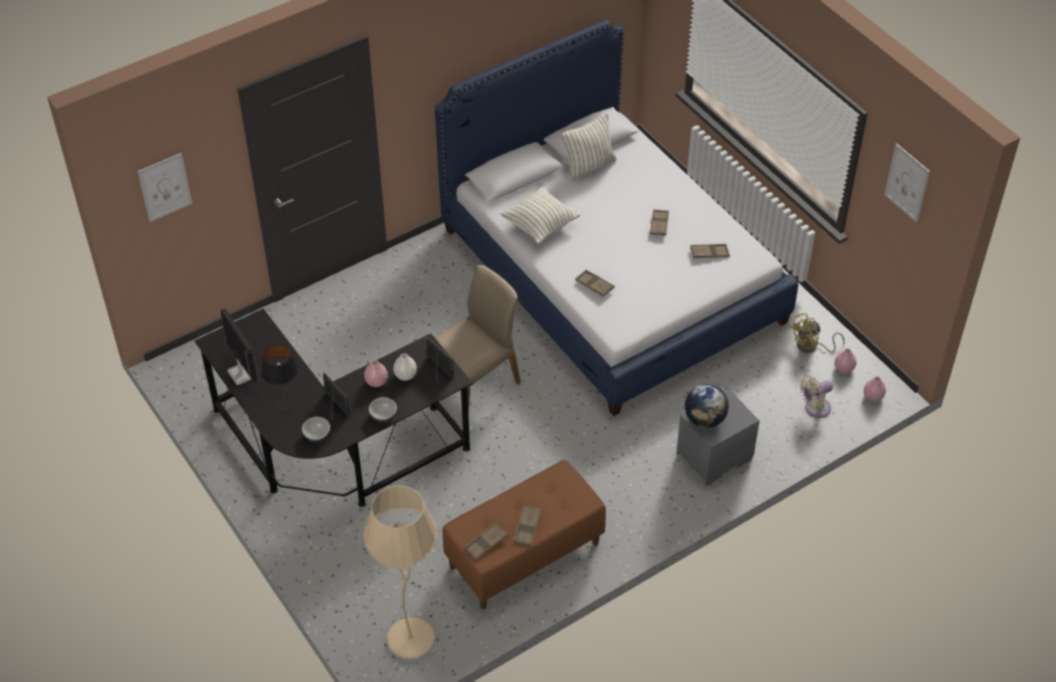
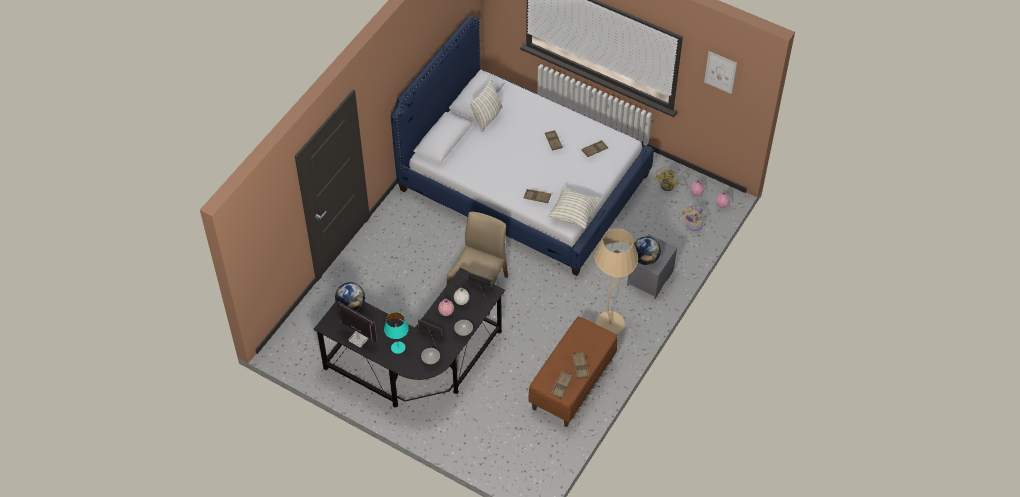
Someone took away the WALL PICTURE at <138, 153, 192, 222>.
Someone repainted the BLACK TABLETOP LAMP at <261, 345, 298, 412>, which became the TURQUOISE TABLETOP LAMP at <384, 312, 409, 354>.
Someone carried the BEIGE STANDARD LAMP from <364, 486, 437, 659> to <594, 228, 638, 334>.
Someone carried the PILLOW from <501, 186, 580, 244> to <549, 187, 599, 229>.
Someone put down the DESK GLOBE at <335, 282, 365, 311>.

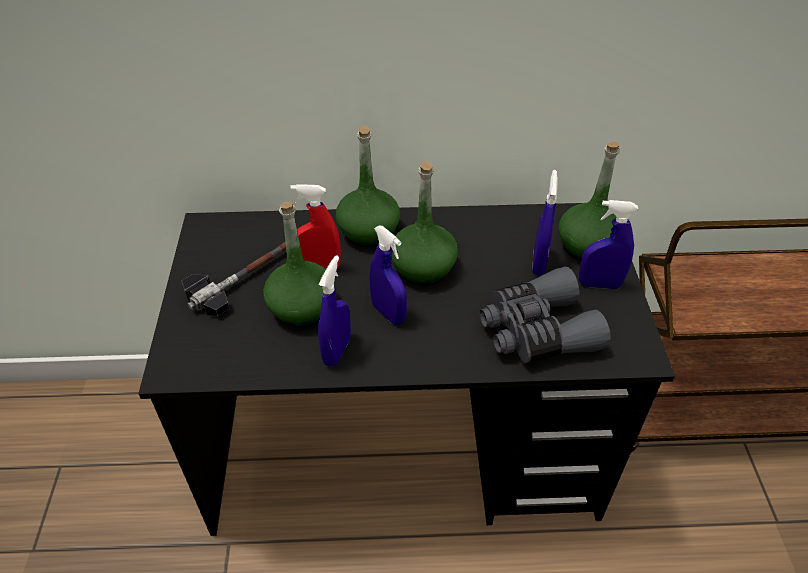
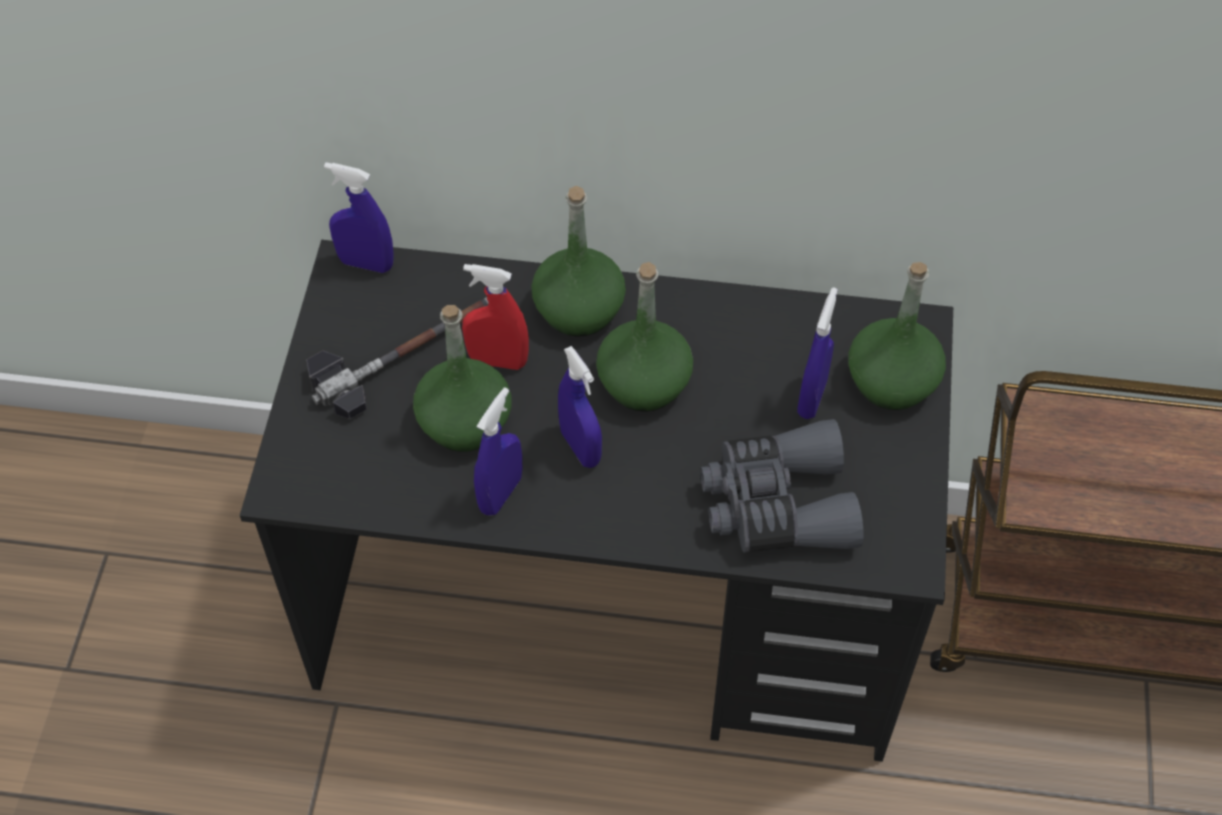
Someone carried the BLUE-COLOURED HAND SPRAYER from <579, 200, 638, 289> to <324, 162, 394, 273>.

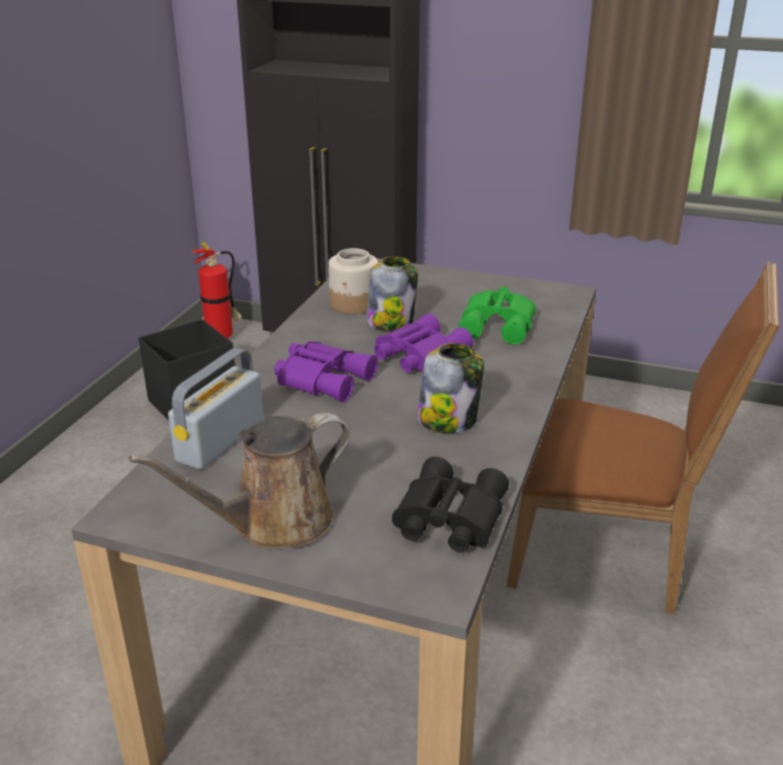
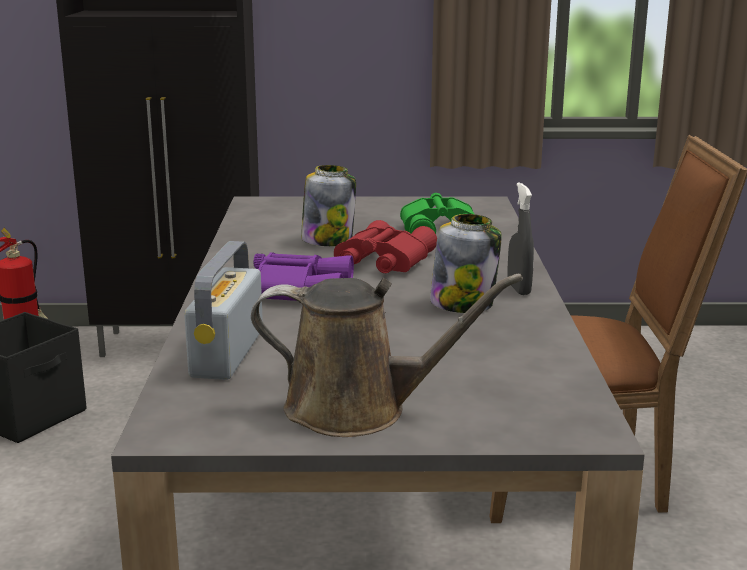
Someone rotated the BROWNISH WATERING POT at <129, 413, 350, 549> by 120 degrees counterclockwise.
Someone took away the JAR at <328, 248, 378, 314>.
Someone repainted the PURPLE FIELD GLASSES at <375, 313, 473, 373>, which became the RED-COLOURED FIELD GLASSES at <334, 220, 437, 273>.
Someone took away the BLACK FIELD GLASSES at <392, 457, 509, 552>.
Someone put down the GREYISH HAND SPRAYER at <507, 183, 534, 295>.

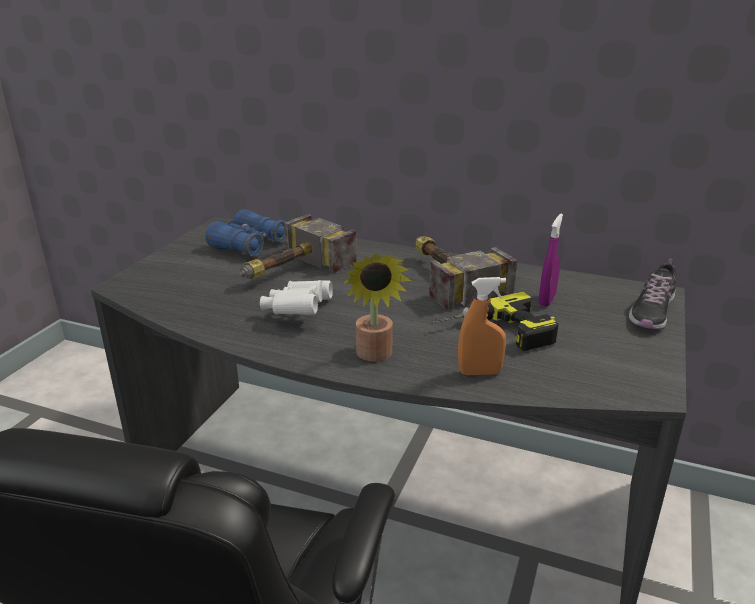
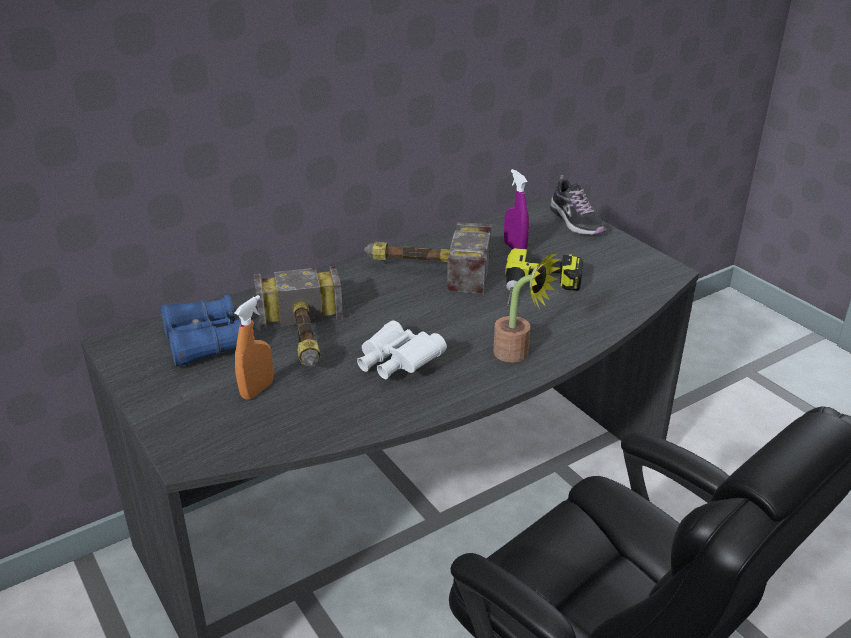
Someone carried the ORANGEY HAND SPRAYER from <458, 277, 506, 375> to <234, 295, 273, 400>.

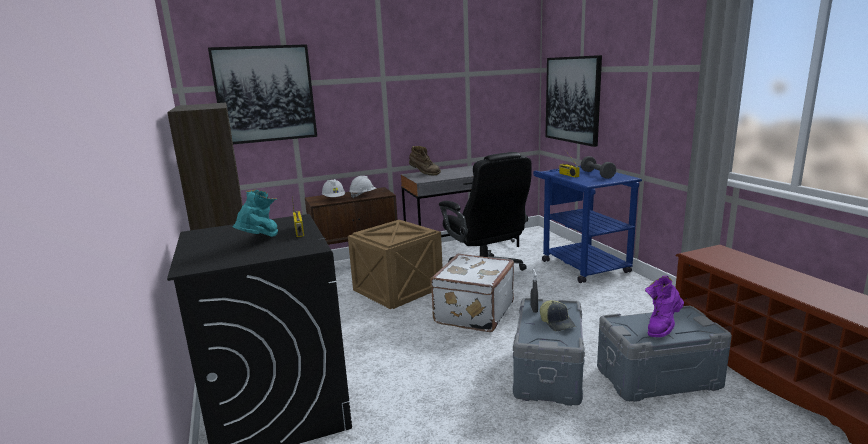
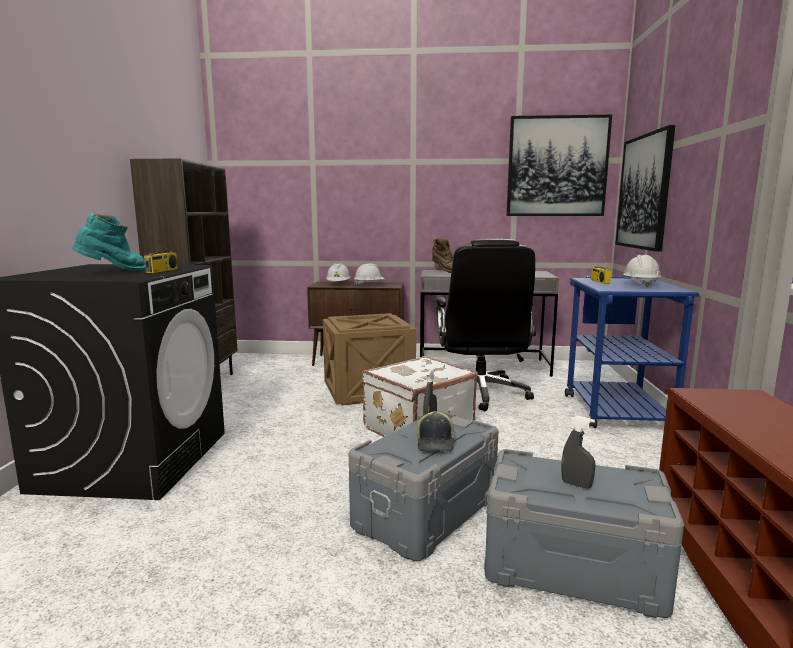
Someone carried the WALL PICTURE from <208, 44, 317, 144> to <507, 115, 612, 216>.
Someone swapped the GREYISH HAND WEIGHT at <581, 156, 616, 179> for the WHITE-COLOURED WORK HELMET at <623, 255, 661, 287>.
Someone swapped the PURPLE TALL BOOT at <645, 276, 684, 337> for the GREYISH HAND SPRAYER at <561, 416, 595, 488>.

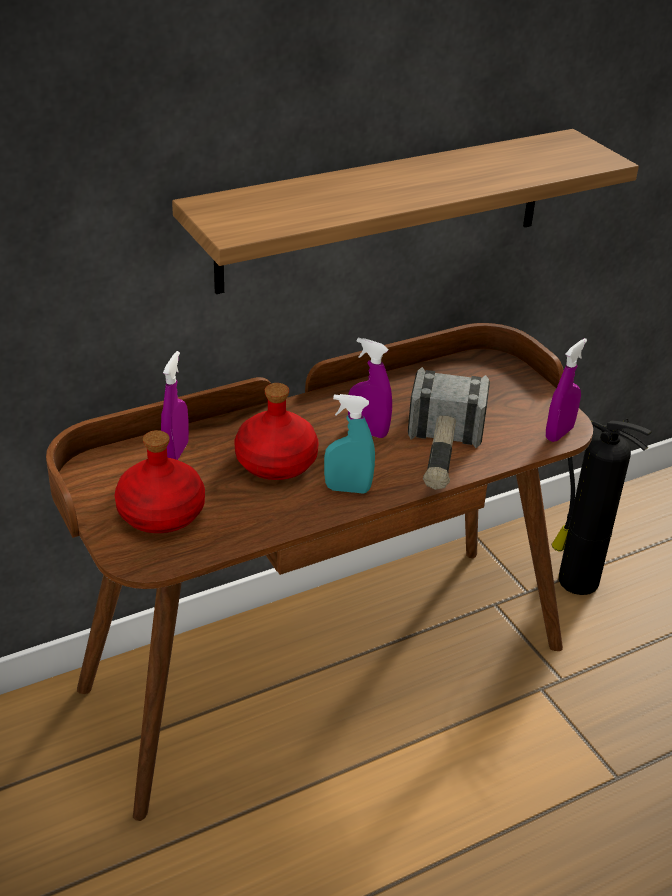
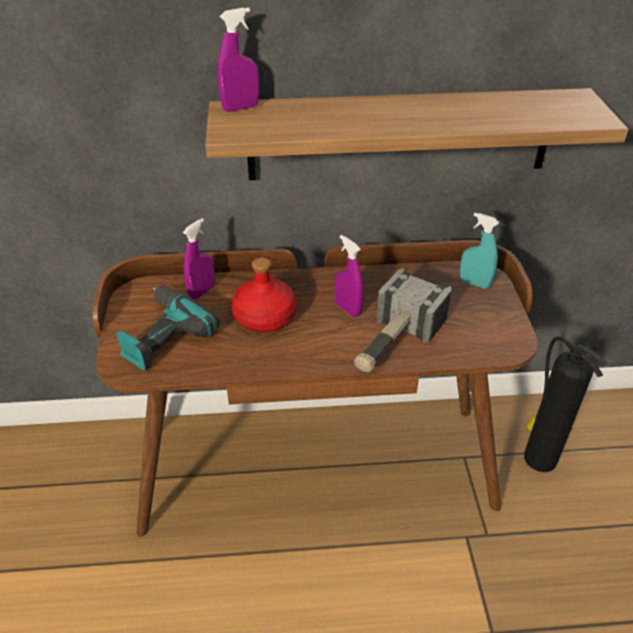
Someone swapped the RED-COLOURED BEVERAGE BOTTLE at <115, 430, 205, 533> for the POWER DRILL at <115, 285, 220, 371>.
Someone carried the TURQUOISE HAND SPRAYER from <324, 394, 375, 494> to <460, 213, 499, 289>.
Someone carried the PURPLE HAND SPRAYER from <546, 338, 587, 442> to <217, 7, 259, 112>.

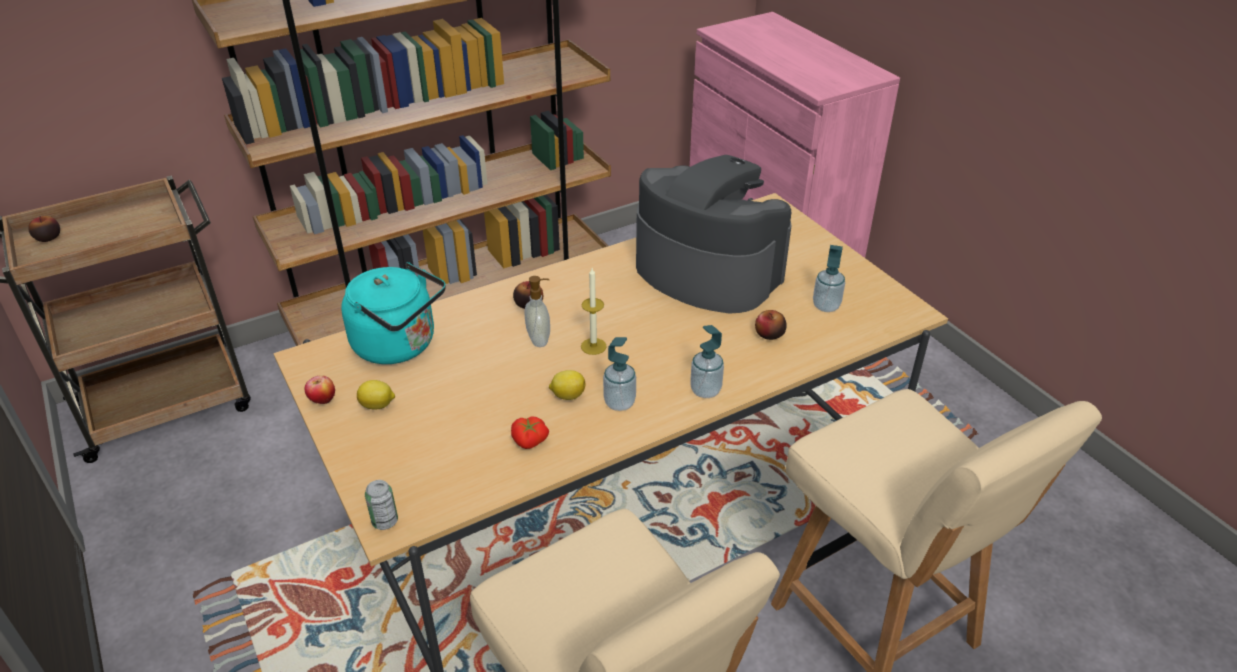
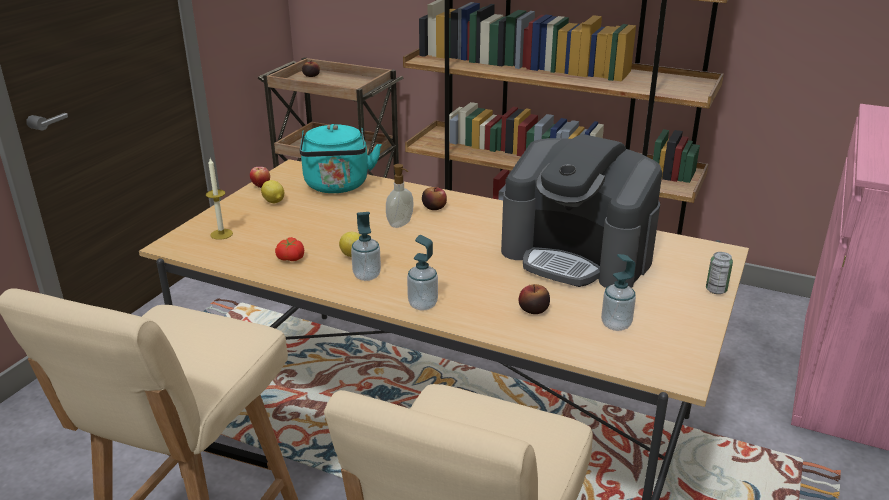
Someone carried the CAN from <365, 480, 398, 530> to <706, 252, 733, 294>.
Someone carried the WAX LIGHT from <581, 268, 607, 355> to <206, 158, 233, 240>.
Someone rotated the COFFEE MAKER at <636, 155, 792, 314> by 120 degrees clockwise.

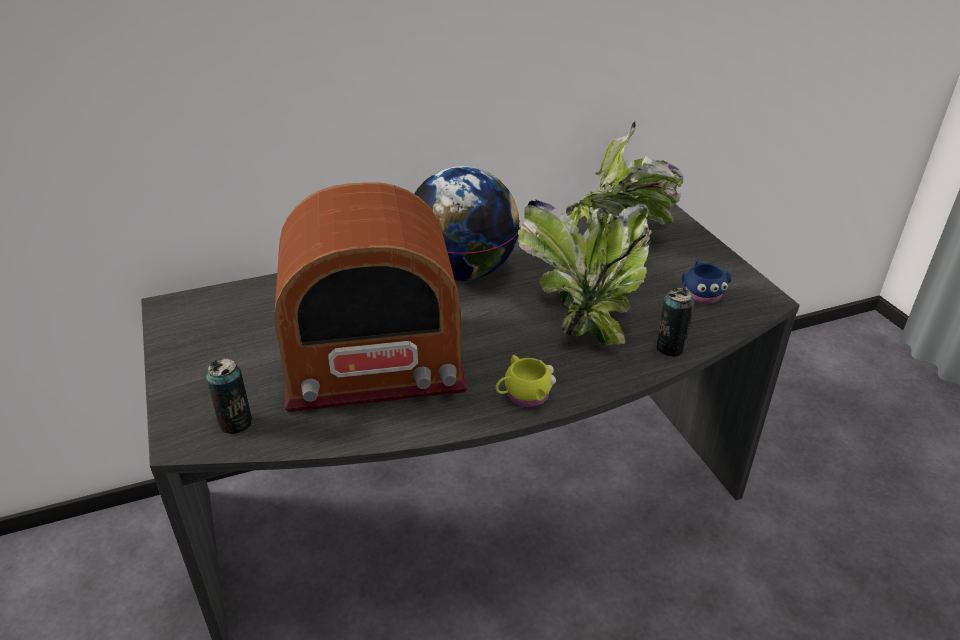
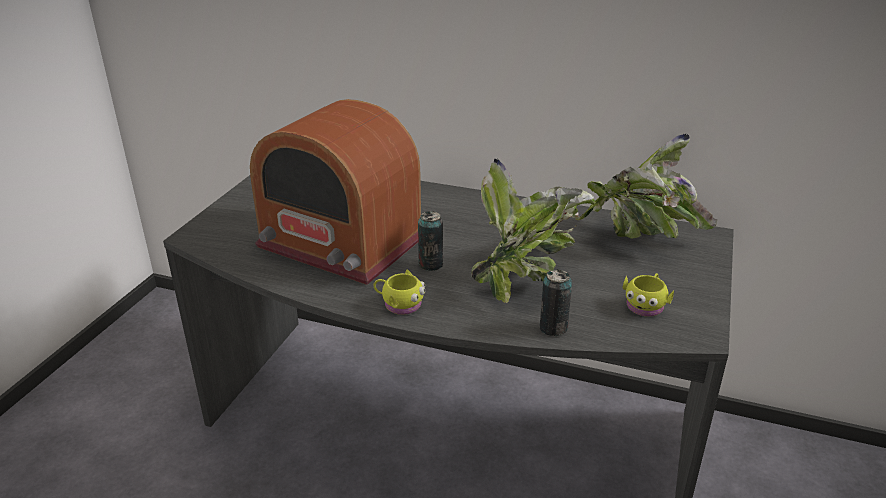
Someone carried the CAN from <206, 358, 252, 434> to <418, 211, 443, 271>.
Someone took away the DESK GLOBE at <414, 166, 520, 281>.
Someone repainted the BLUE-COLOURED MUG at <682, 260, 731, 304>, which became the YELLOW MUG at <623, 273, 674, 317>.

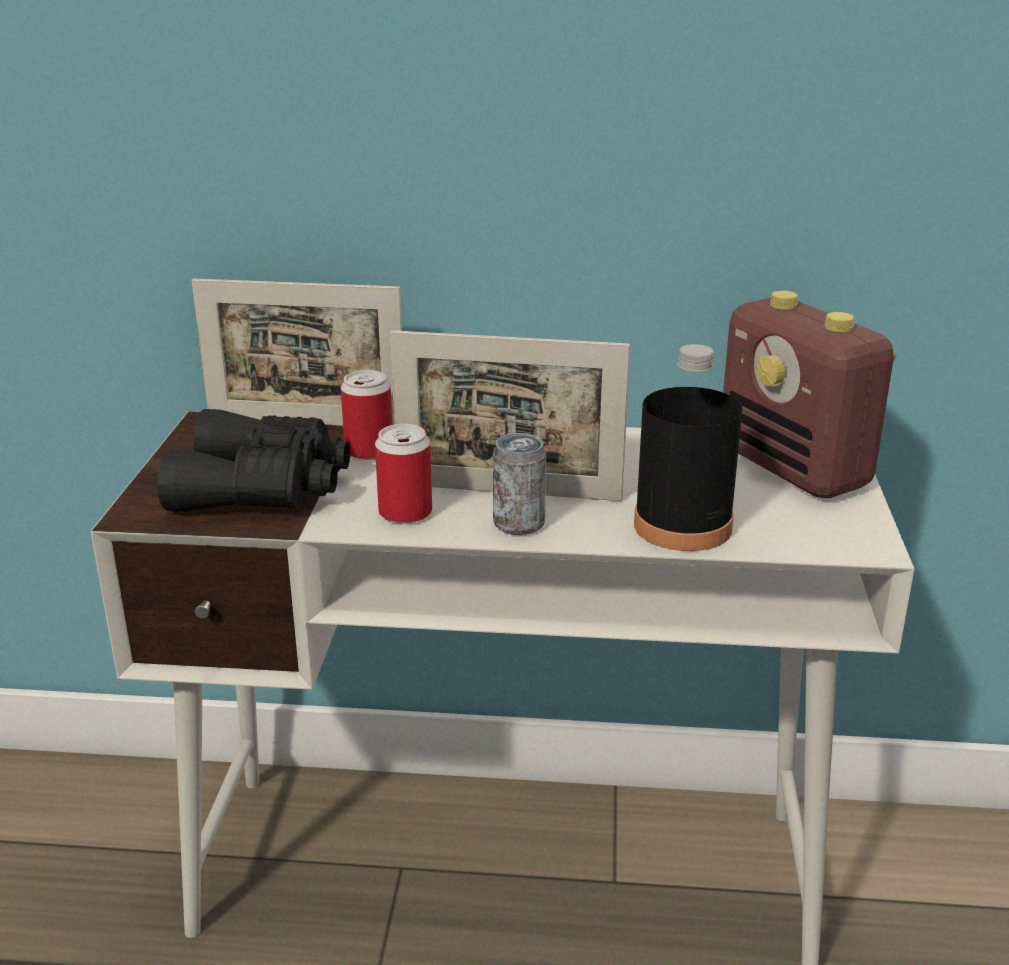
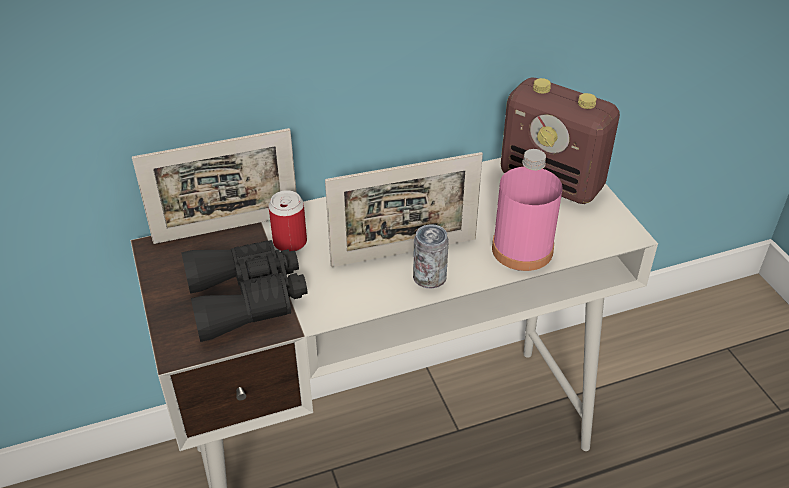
Someone took away the CAN at <375, 424, 432, 524>.
Someone repainted the BLACK BEVERAGE BOTTLE at <634, 344, 743, 551>, which became the PINKISH BEVERAGE BOTTLE at <492, 149, 563, 271>.

